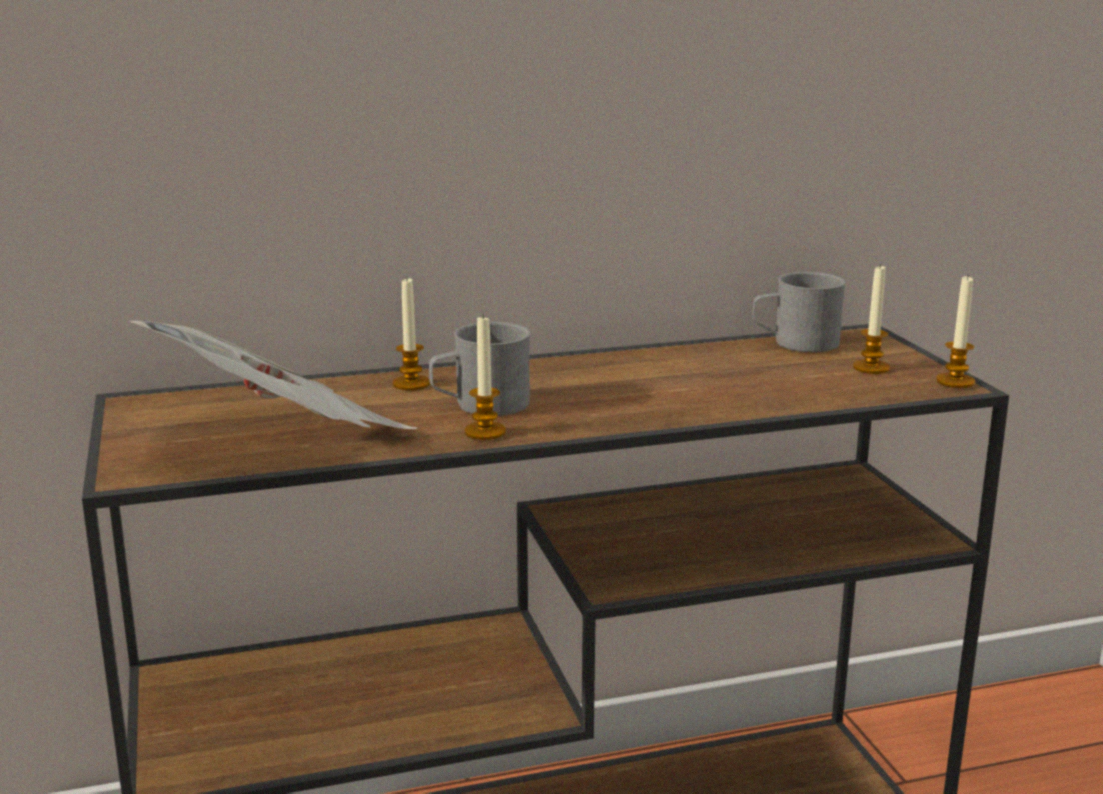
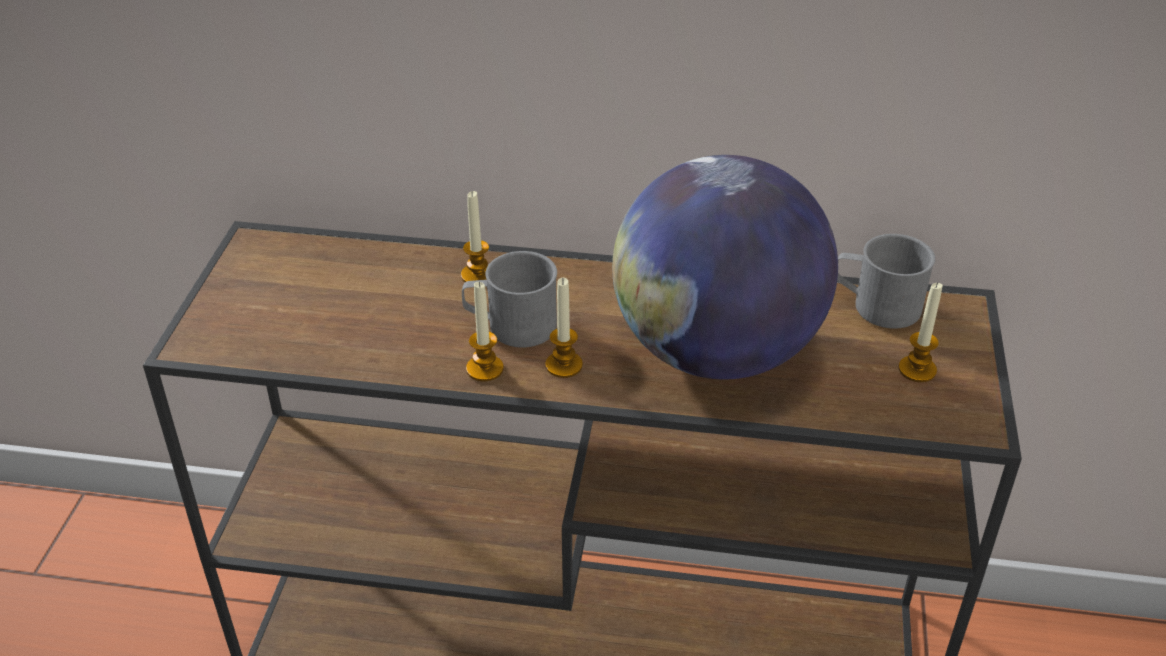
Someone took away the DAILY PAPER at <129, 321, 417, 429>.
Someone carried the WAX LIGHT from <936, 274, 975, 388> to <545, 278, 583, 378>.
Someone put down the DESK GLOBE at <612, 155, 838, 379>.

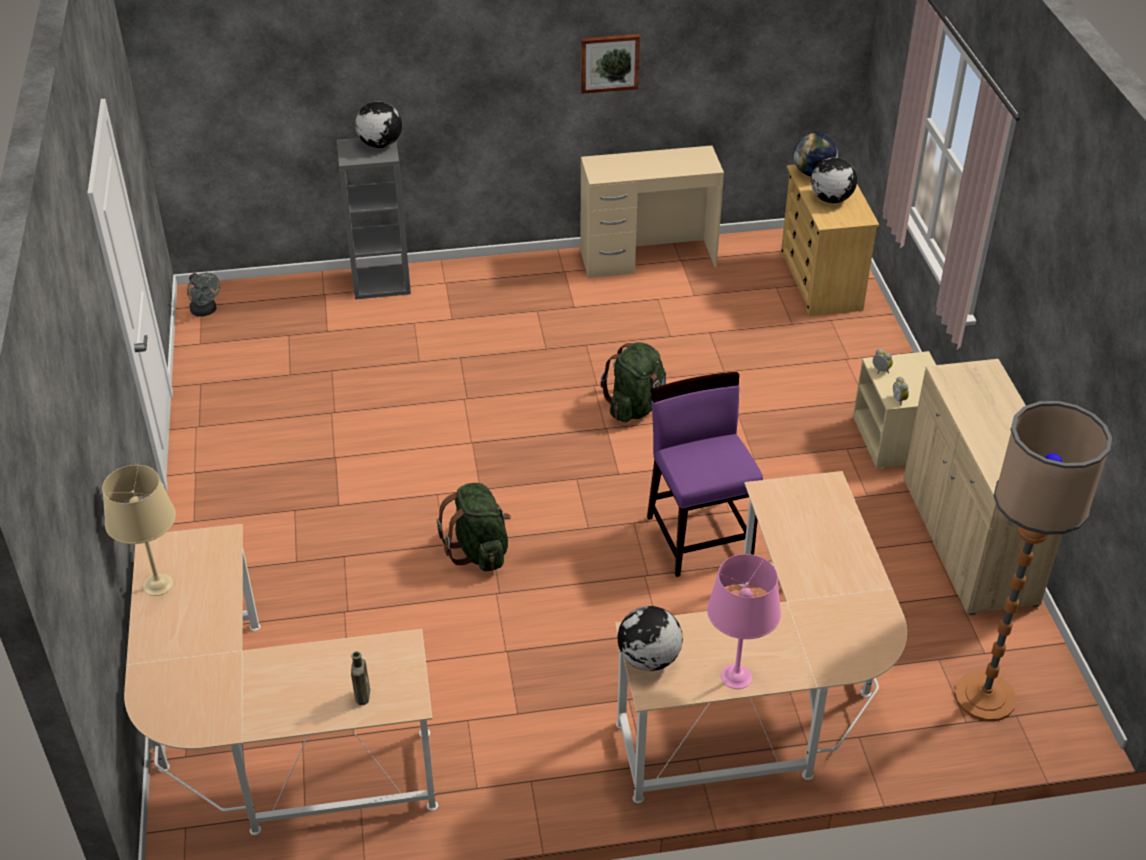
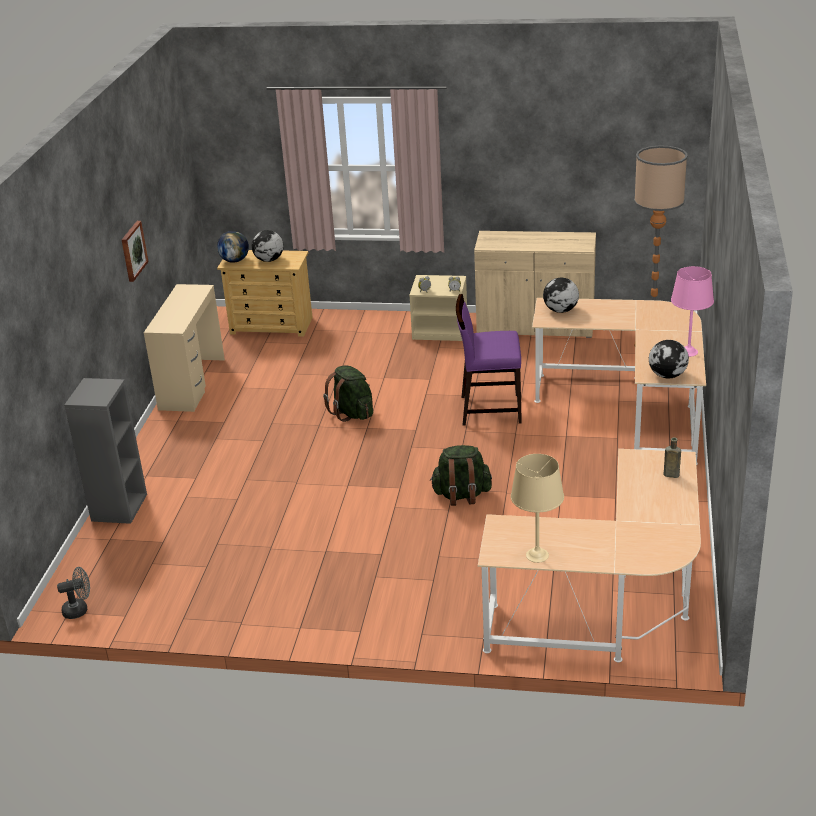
Someone carried the DESK GLOBE from <355, 101, 402, 148> to <543, 278, 579, 313>.

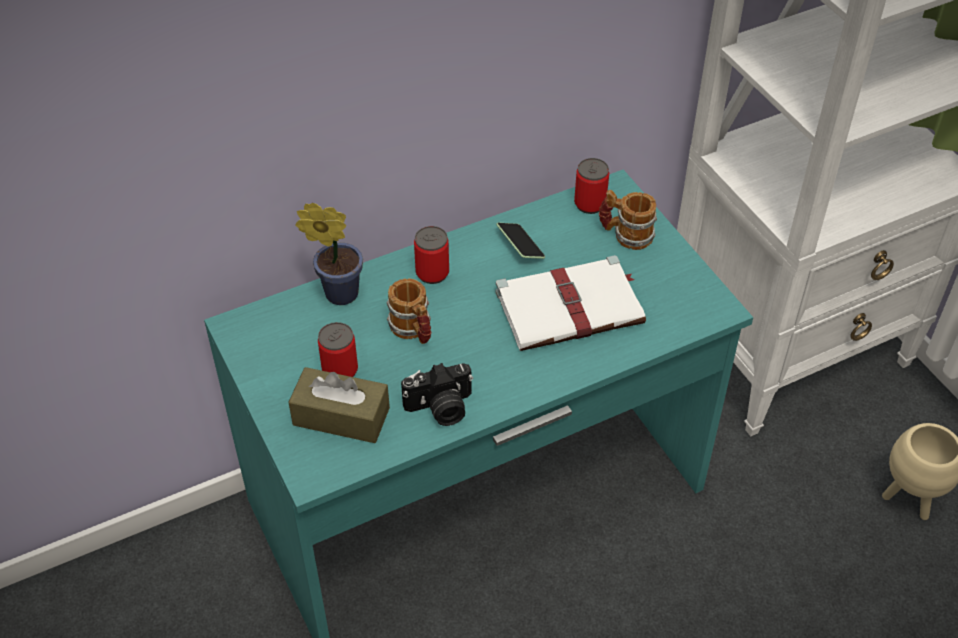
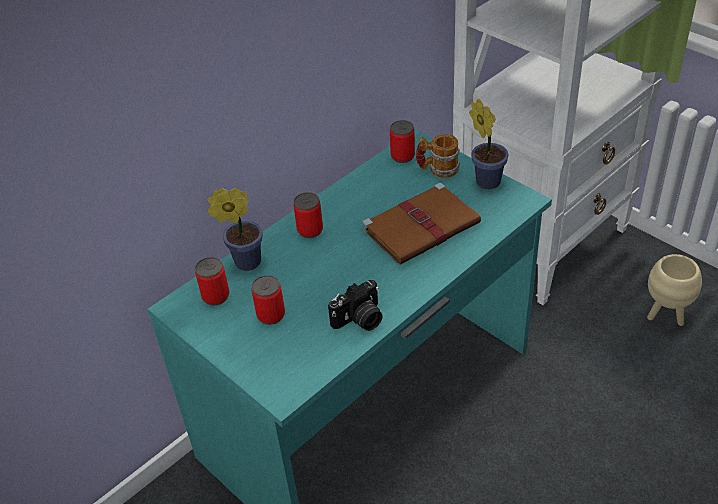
Someone took away the BROWNISH TISSUE HOLDER at <289, 367, 390, 443>.
Someone took away the MUG at <387, 278, 431, 344>.
Someone repainted the WHITE-COLOURED BOUND BOOK at <495, 255, 646, 351>, which became the BROWNISH BOUND BOOK at <362, 183, 481, 265>.
Someone took away the HANDSET at <496, 223, 545, 259>.
Someone put down the CAN at <195, 257, 229, 305>.
Someone put down the HOUSEPLANT at <469, 99, 509, 189>.

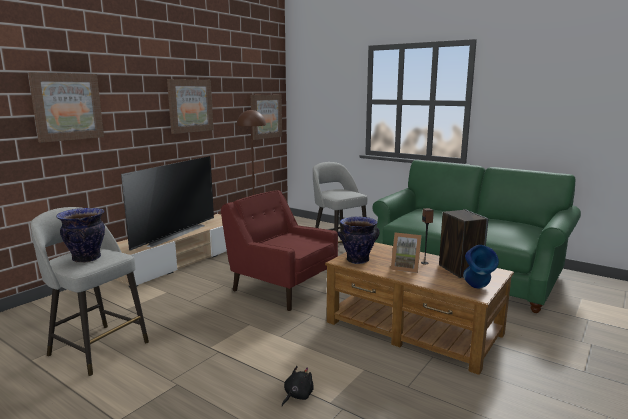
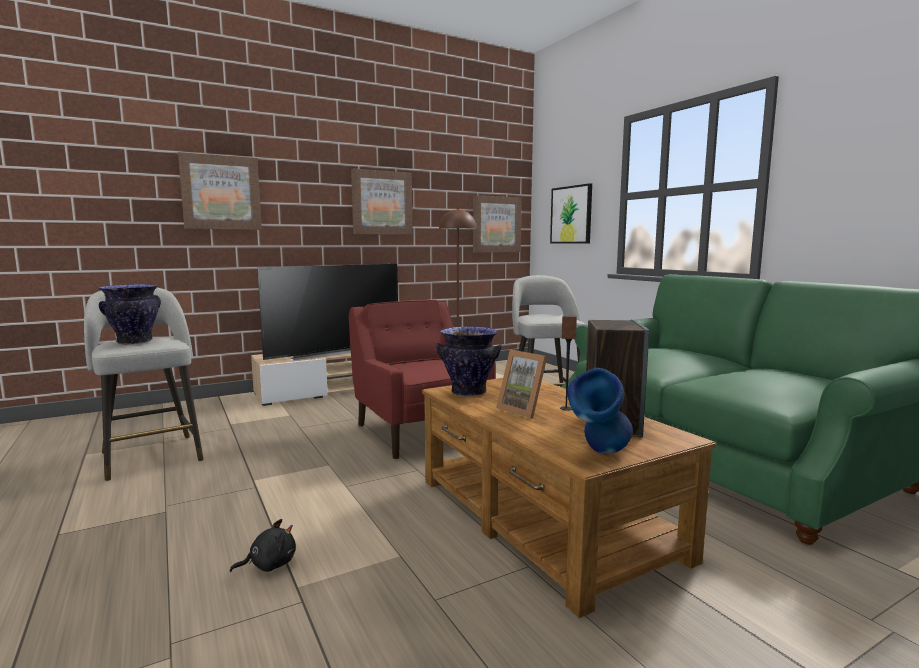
Someone put up the WALL PICTURE at <550, 183, 592, 243>.

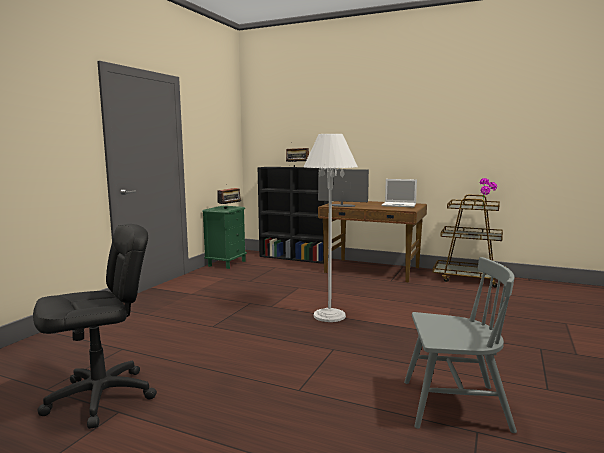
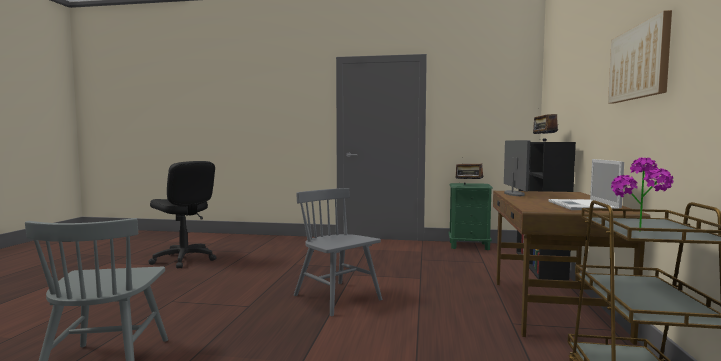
Someone swapped the WHITE-COLOURED STANDARD LAMP at <303, 134, 358, 322> for the GREYISH PLAIN CHAIR at <294, 188, 382, 316>.
Someone put up the WALL PICTURE at <608, 10, 672, 103>.

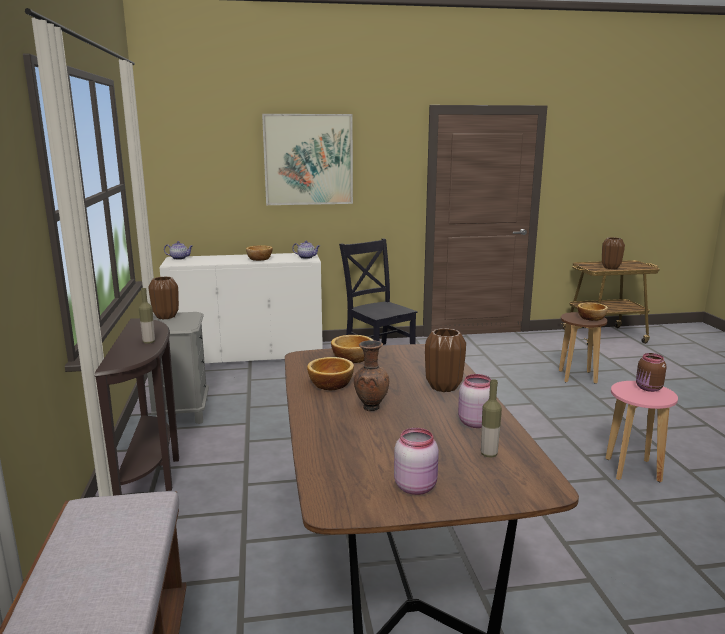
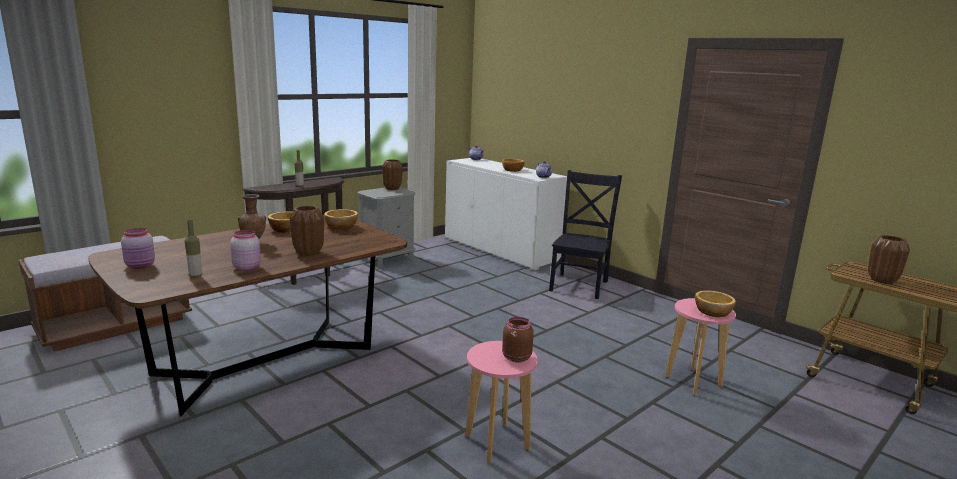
Someone took away the WALL PICTURE at <262, 114, 353, 205>.
Someone repainted the BROWNISH STOOL SEAT at <559, 312, 608, 384>, which became the PINKISH STOOL SEAT at <665, 298, 736, 396>.

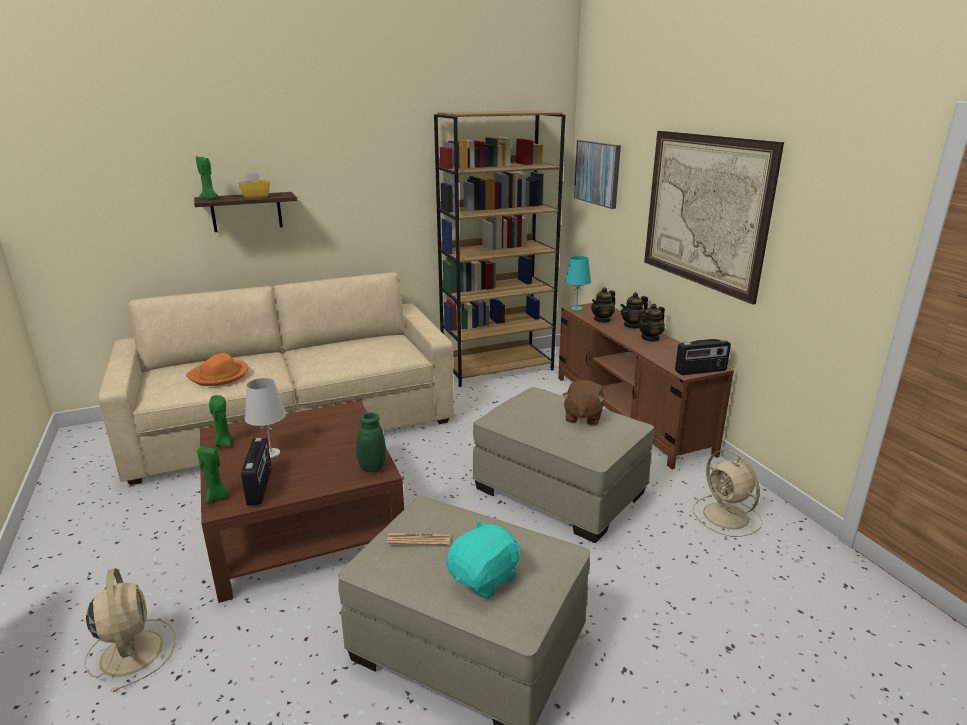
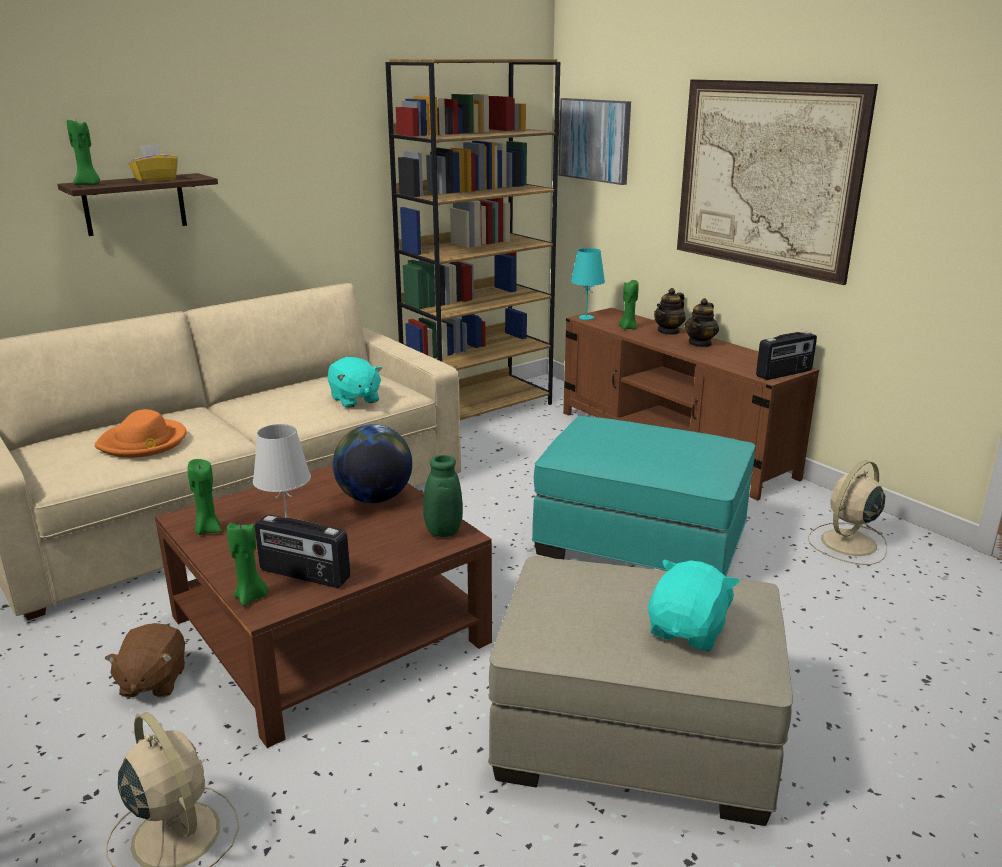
Someone rotated the RADIO SET at <241, 437, 272, 506> by 135 degrees clockwise.
Someone took away the DAILY PAPER at <386, 533, 450, 546>.
Someone repainted the BEIGE OTTOMAN at <473, 387, 654, 543>, which became the TURQUOISE OTTOMAN at <532, 416, 755, 576>.
Someone carried the BROWNISH SOFT TOY from <562, 380, 605, 426> to <105, 623, 185, 697>.
Someone swapped the TEA POT at <591, 287, 615, 323> for the GREENISH WAX LIGHT at <619, 280, 639, 329>.
Someone rotated the BEIGE FAN at <693, 449, 763, 537> by 90 degrees clockwise.
Someone put down the TURQUOISE SOFT TOY at <328, 357, 382, 408>.
Someone put down the DESK GLOBE at <333, 424, 412, 503>.

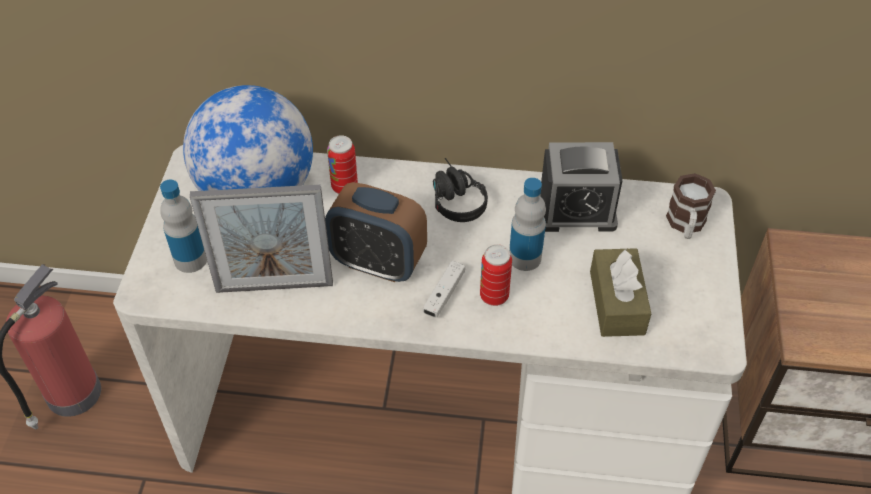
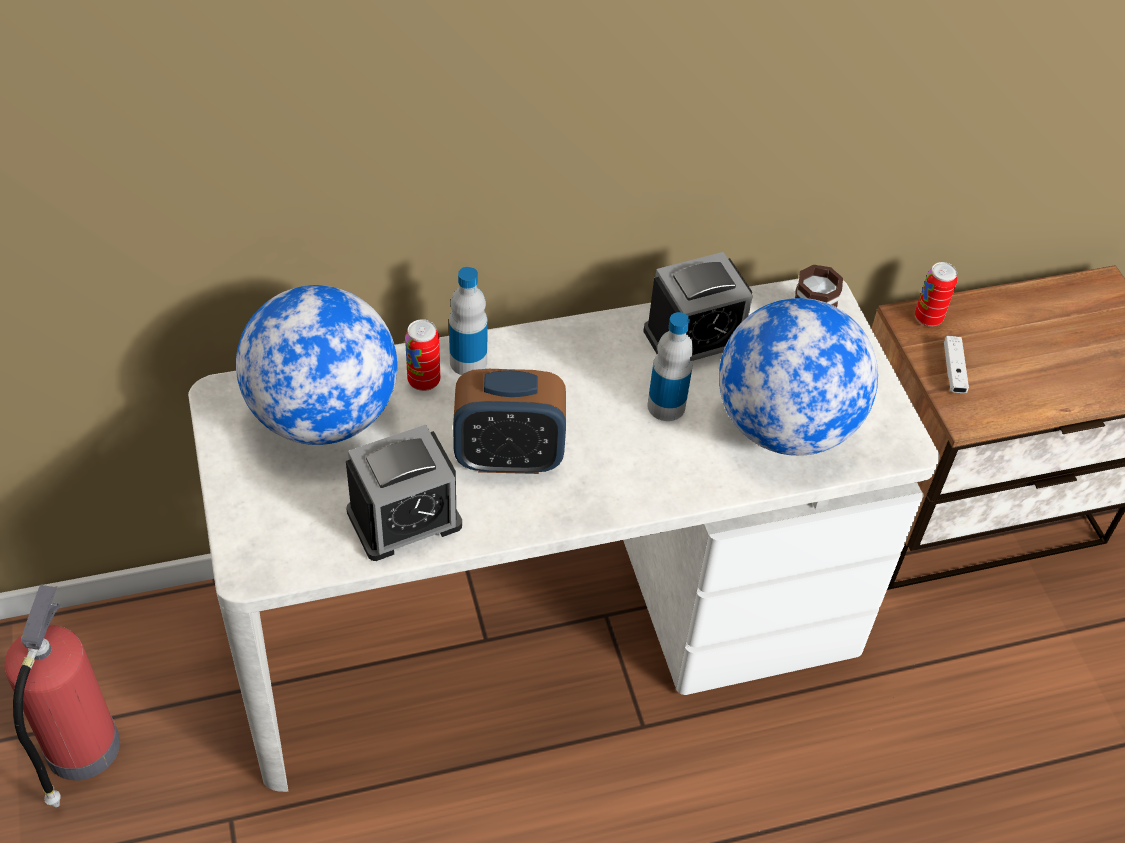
Someone carried the BEVERAGE BOTTLE from <160, 180, 207, 273> to <449, 267, 488, 375>.
Someone swapped the STANDING FRAME at <190, 185, 333, 293> for the ALARM CLOCK at <346, 425, 462, 561>.
Someone carried the WHITE-COLOURED GAME CONTROLLER from <423, 261, 465, 318> to <944, 336, 969, 393>.
Someone took away the BLACK HEADPHONES at <433, 158, 488, 222>.
Someone carried the CAN from <480, 244, 512, 306> to <915, 262, 957, 326>.
Someone swapped the BROWNISH TISSUE HOLDER at <590, 248, 651, 337> for the DESK GLOBE at <719, 298, 878, 456>.

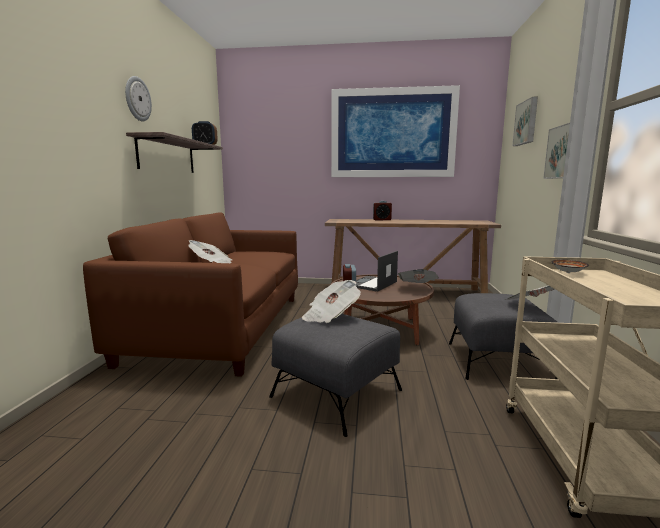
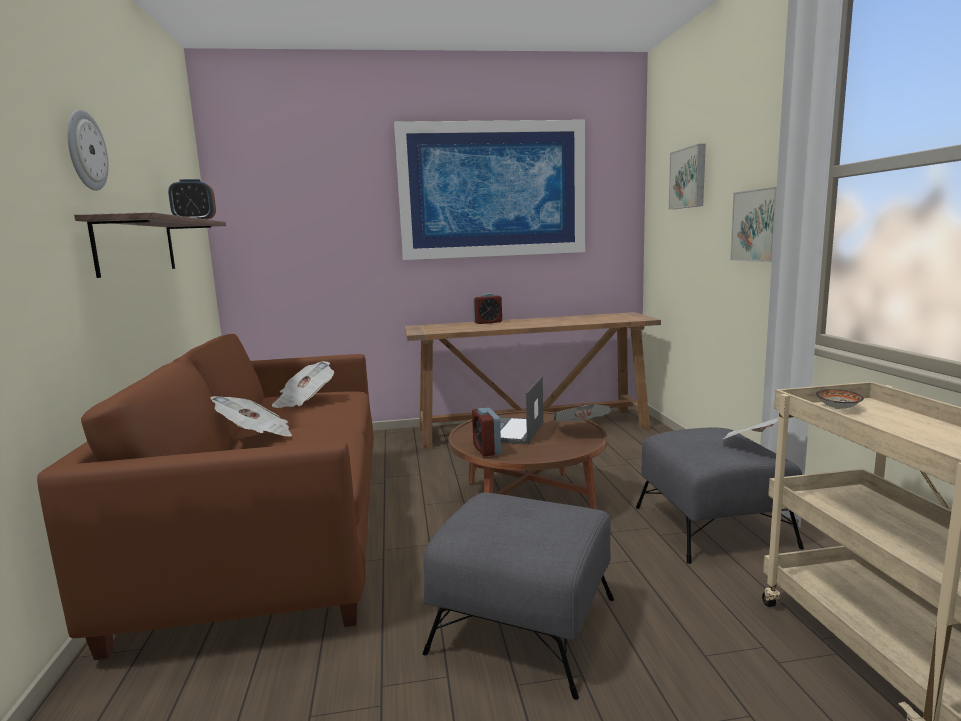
Someone carried the DAILY PAPER from <302, 280, 361, 323> to <272, 361, 334, 408>.

